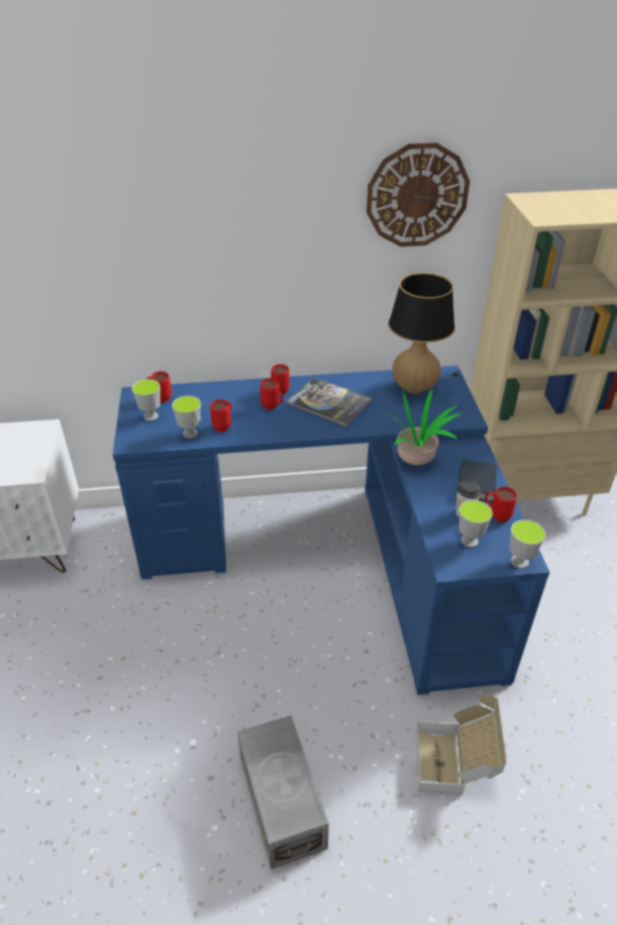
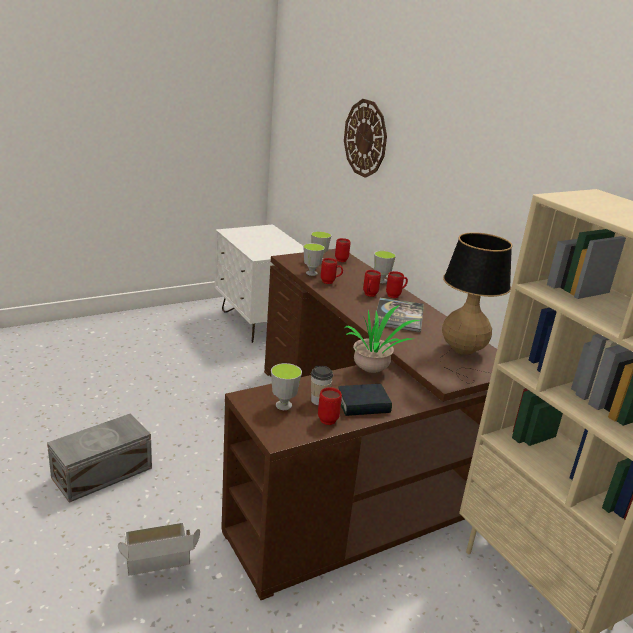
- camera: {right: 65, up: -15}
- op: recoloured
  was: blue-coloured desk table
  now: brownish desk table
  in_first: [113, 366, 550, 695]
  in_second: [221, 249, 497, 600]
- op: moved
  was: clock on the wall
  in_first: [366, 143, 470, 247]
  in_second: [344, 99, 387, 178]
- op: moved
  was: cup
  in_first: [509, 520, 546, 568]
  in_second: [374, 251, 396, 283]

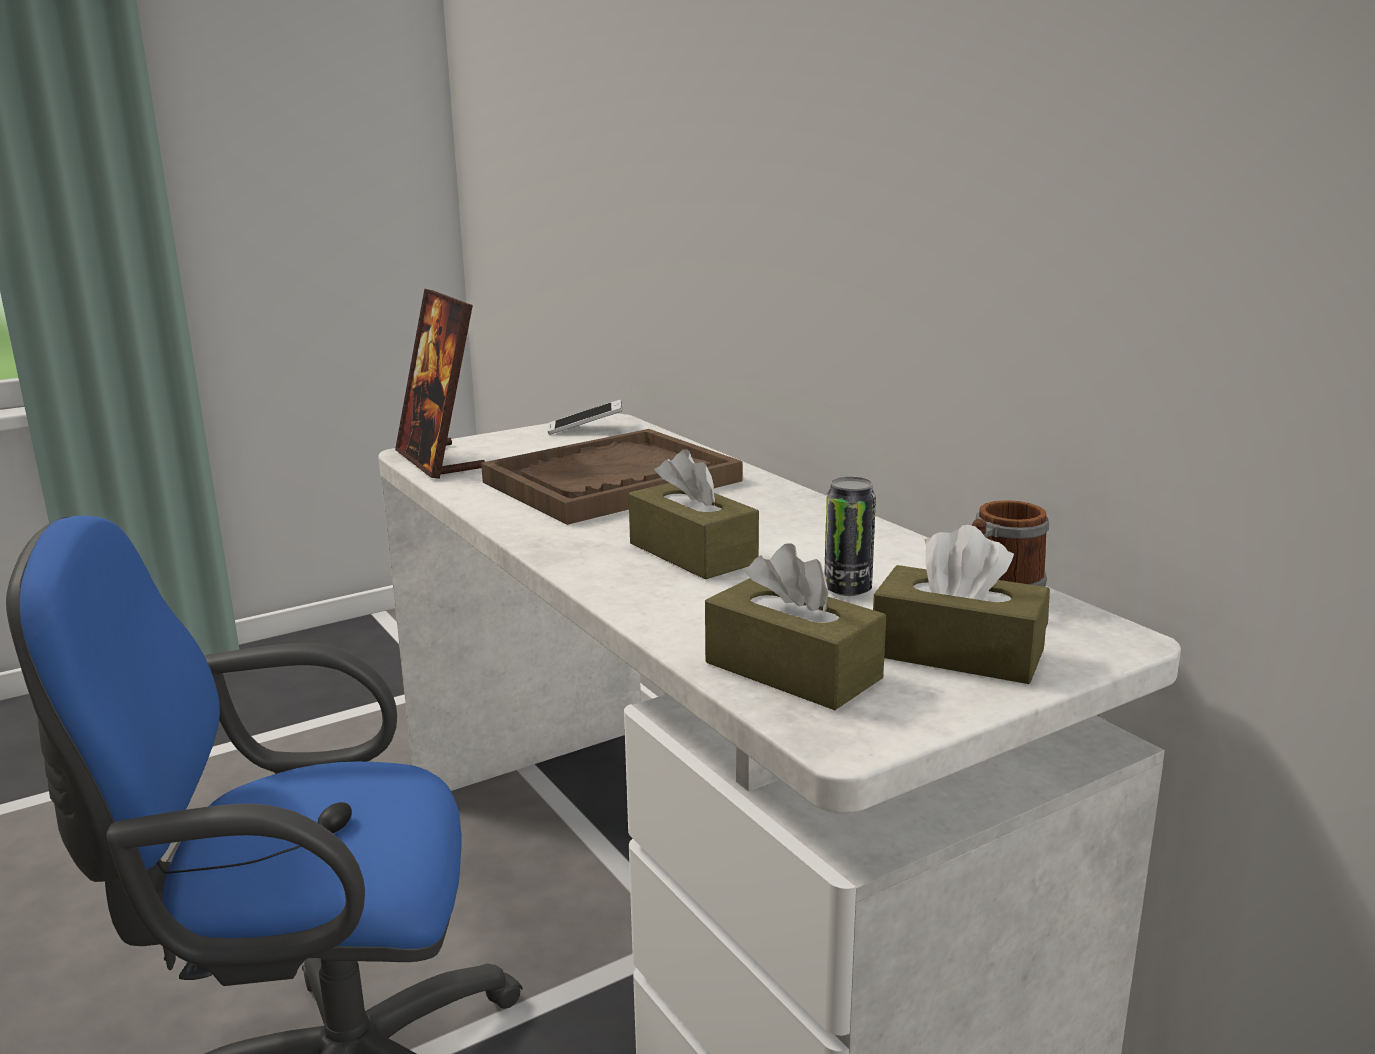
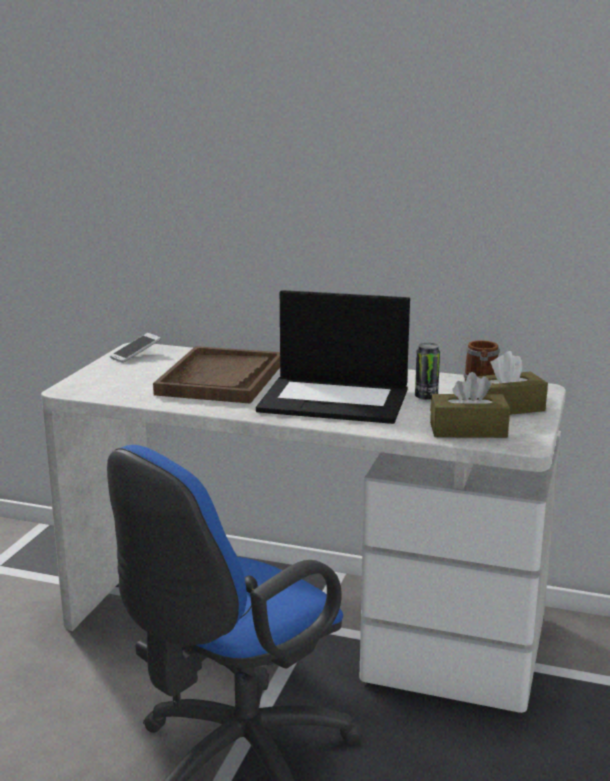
- camera: {right: -40, up: 0}
- op: replaced
  was: brownish tissue holder
  now: notebook computer
  in_first: [629, 449, 759, 580]
  in_second: [256, 290, 410, 424]
- op: removed
  was: picture frame
  in_first: [395, 289, 485, 479]

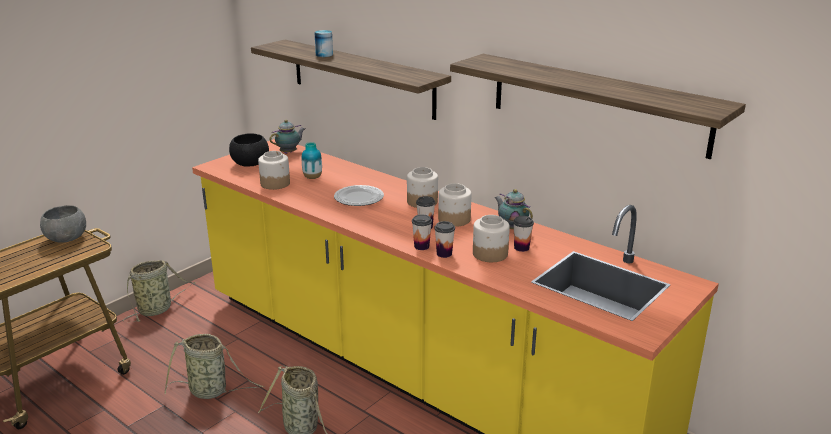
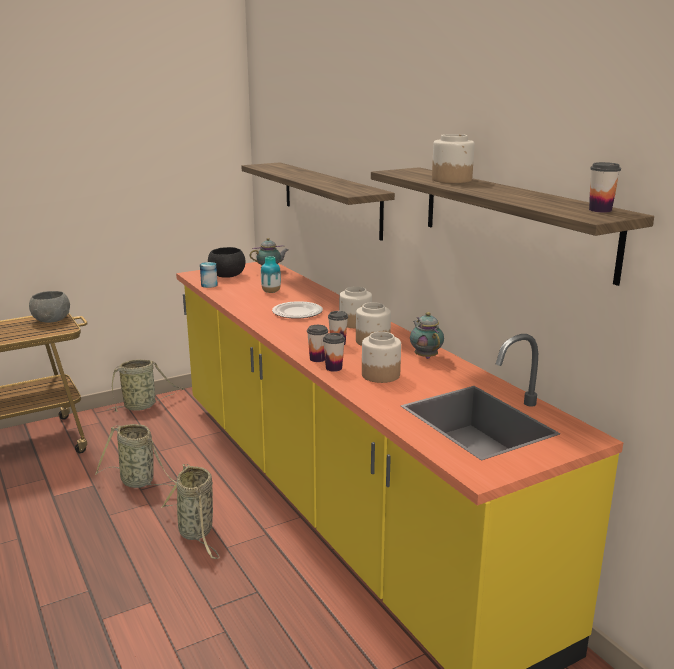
- camera: {right: 20, up: -5}
- op: moved
  was: can
  in_first: [314, 30, 333, 57]
  in_second: [200, 262, 218, 288]
- op: moved
  was: jar
  in_first: [258, 151, 290, 190]
  in_second: [432, 134, 474, 183]
- op: moved
  was: cup
  in_first: [513, 216, 534, 252]
  in_second: [589, 162, 621, 212]

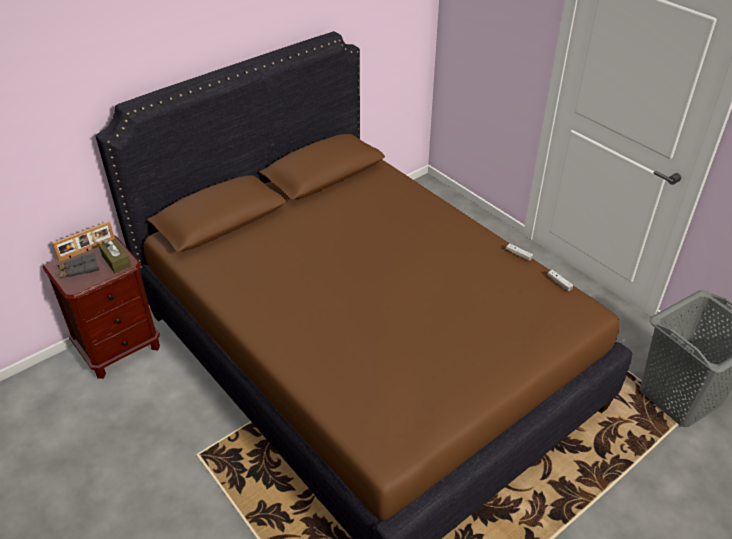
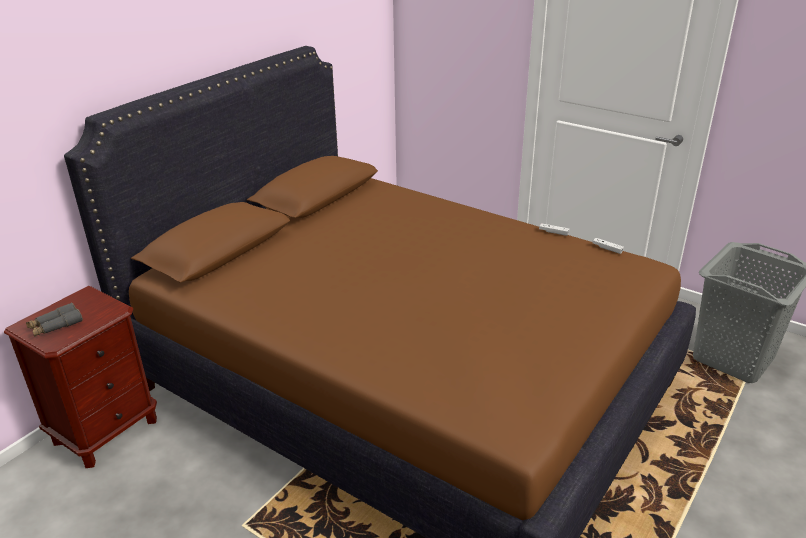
- camera: {right: -15, up: -10}
- op: removed
  was: picture frame
  in_first: [53, 221, 115, 262]
- op: removed
  was: brownish tissue holder
  in_first: [99, 239, 132, 273]

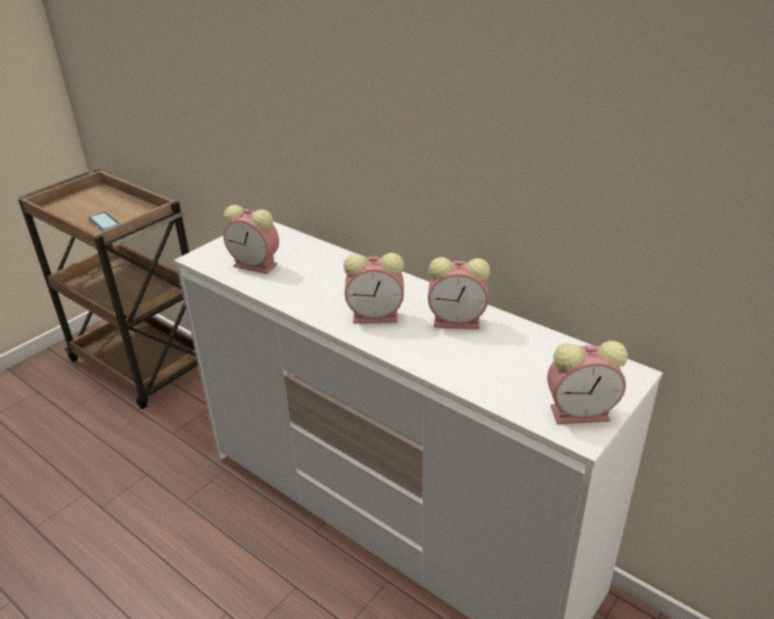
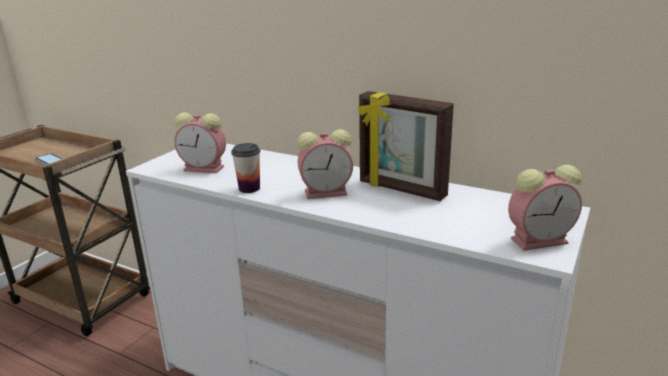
- camera: {right: -10, up: -10}
- op: added
  now: cup
  in_second: [231, 143, 260, 193]
- op: replaced
  was: alarm clock
  now: picture frame
  in_first: [428, 257, 490, 329]
  in_second: [358, 91, 454, 201]

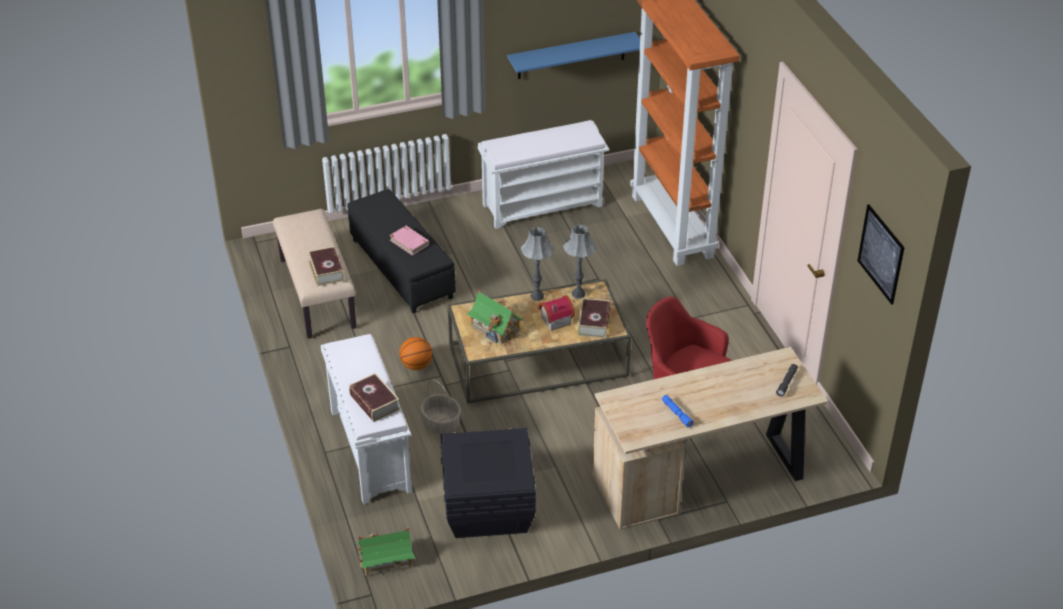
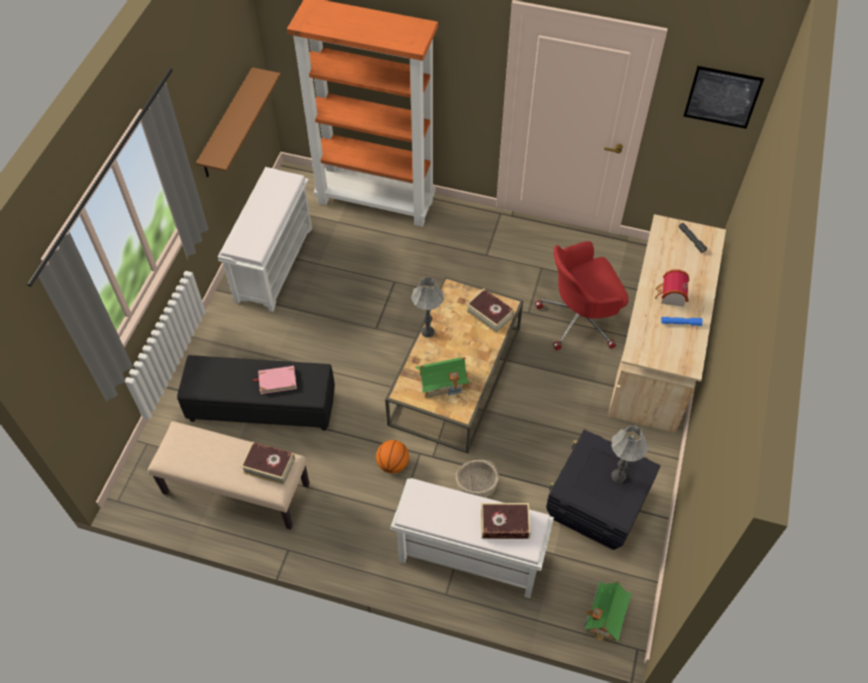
- camera: {right: -55, up: 15}
- op: recoloured
  was: blue-coloured bracket shelf
  now: brownish bracket shelf
  in_first: [507, 32, 640, 79]
  in_second: [196, 67, 281, 177]
- op: moved
  was: gray tabletop lamp
  in_first: [563, 225, 596, 299]
  in_second: [611, 425, 649, 483]
- op: moved
  was: toy house
  in_first: [538, 295, 575, 331]
  in_second: [655, 269, 689, 307]

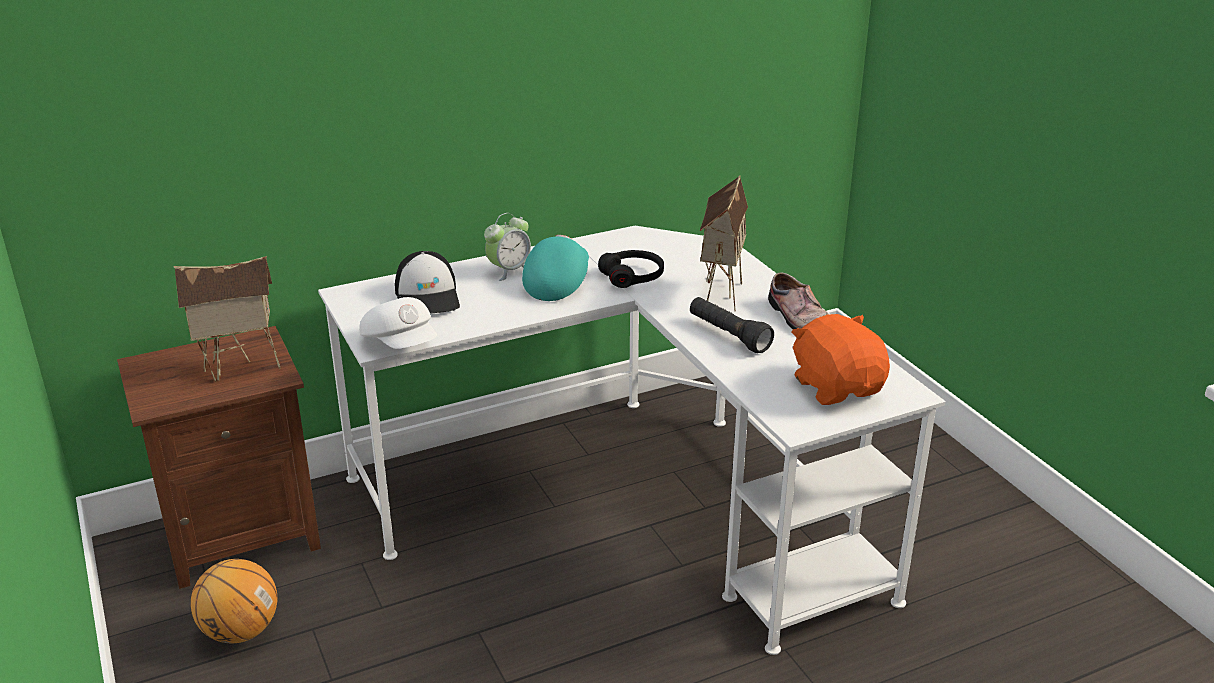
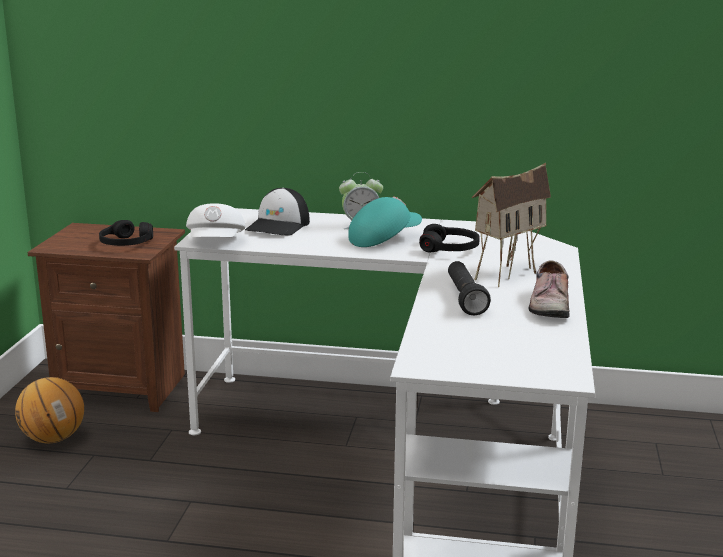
- camera: {right: 35, up: -10}
- op: replaced
  was: toy house
  now: blackish headset
  in_first: [174, 256, 281, 382]
  in_second: [99, 220, 153, 246]
- op: removed
  was: orange soft toy
  in_first: [791, 314, 890, 405]

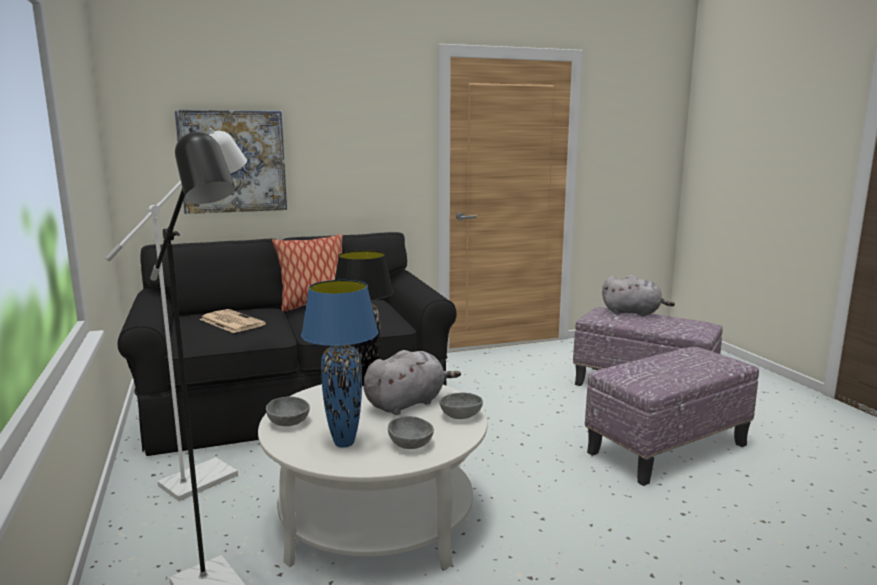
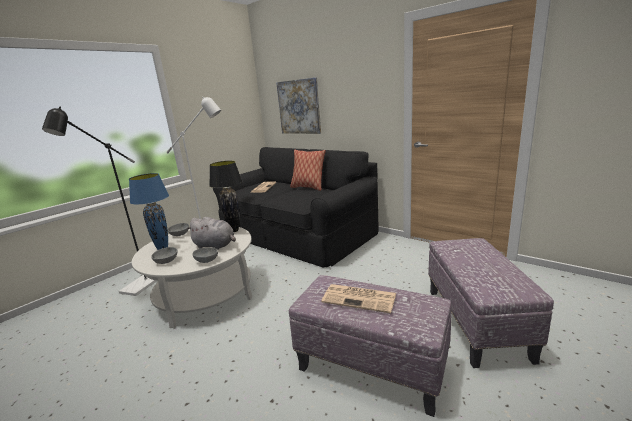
- camera: {right: 60, up: 5}
- op: added
  now: daily paper
  in_second: [321, 284, 396, 313]
- op: removed
  was: gray soft toy
  in_first: [602, 275, 675, 317]

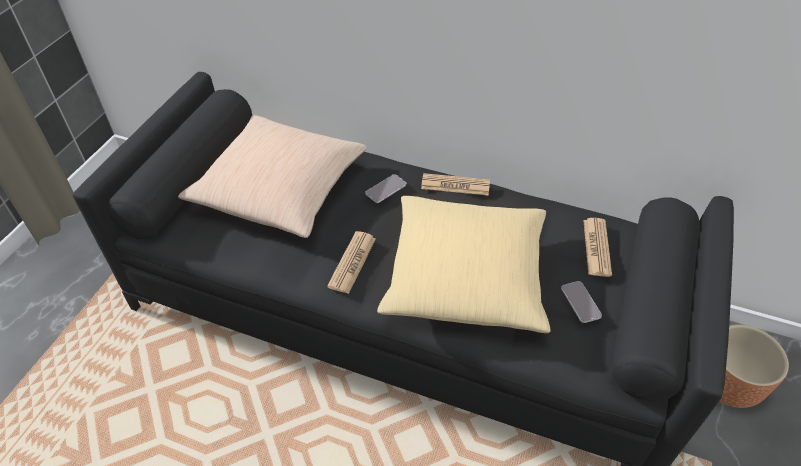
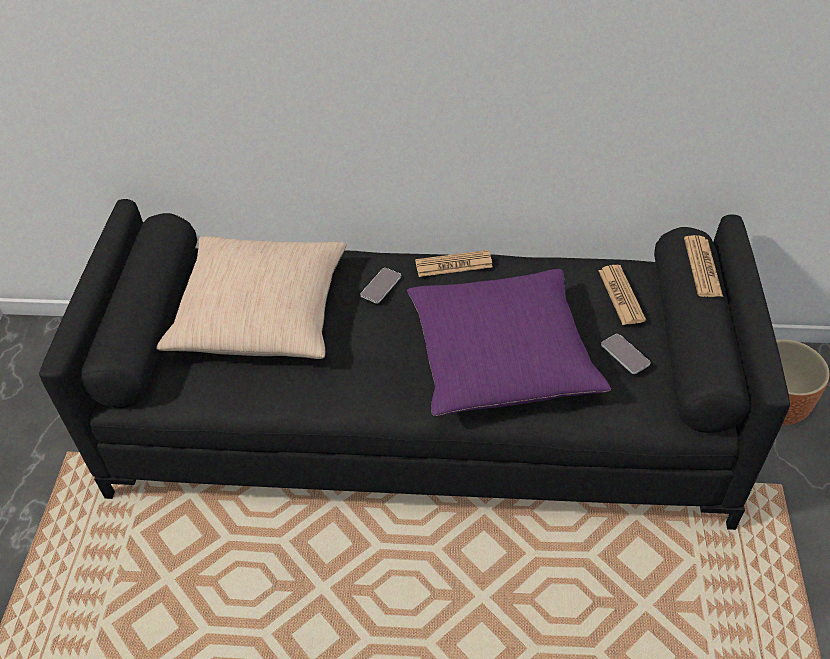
- camera: {right: -15, up: 0}
- op: recoloured
  was: sand-coloured pillow
  now: purple-coloured pillow
  in_first: [377, 196, 551, 333]
  in_second: [407, 269, 611, 416]
- op: moved
  was: daily paper
  in_first: [327, 231, 376, 294]
  in_second: [684, 235, 723, 297]

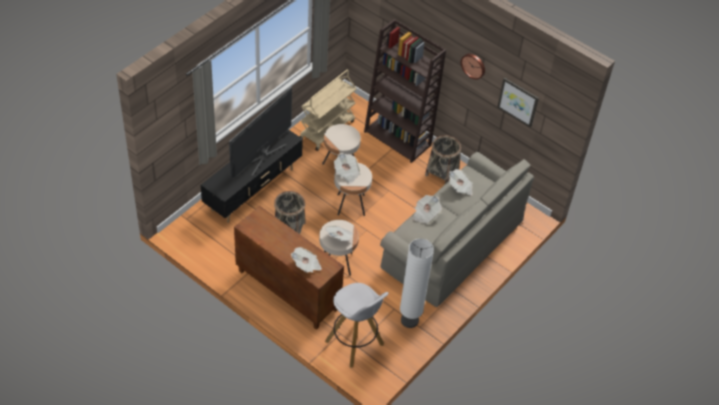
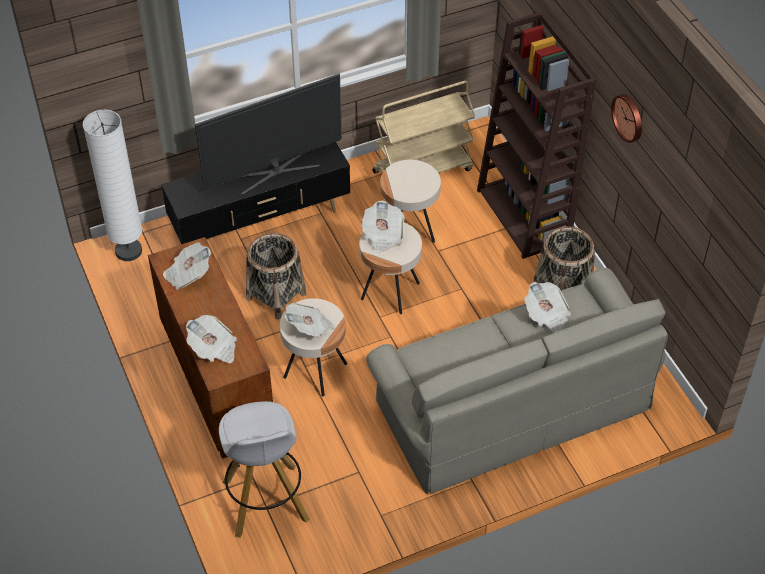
- camera: {right: 30, up: 0}
- op: moved
  was: white-coloured floor lamp
  in_first: [400, 238, 434, 328]
  in_second: [83, 110, 142, 261]
- op: moved
  was: daily paper
  in_first: [412, 195, 442, 225]
  in_second: [163, 243, 211, 290]
- op: removed
  was: picture
  in_first: [497, 78, 539, 128]

